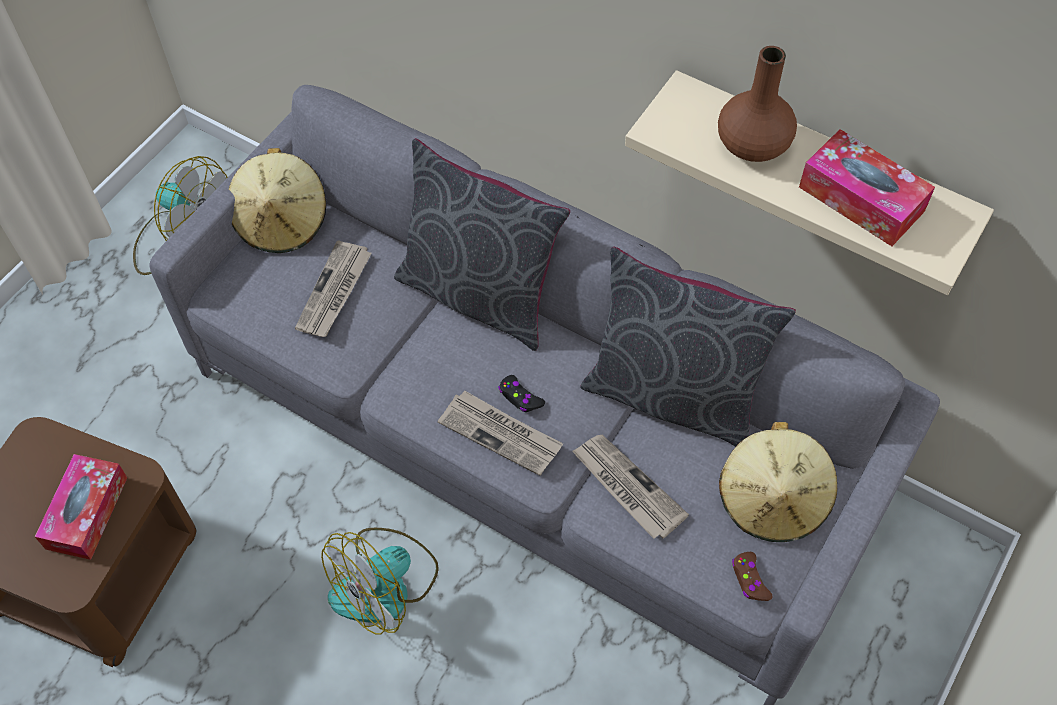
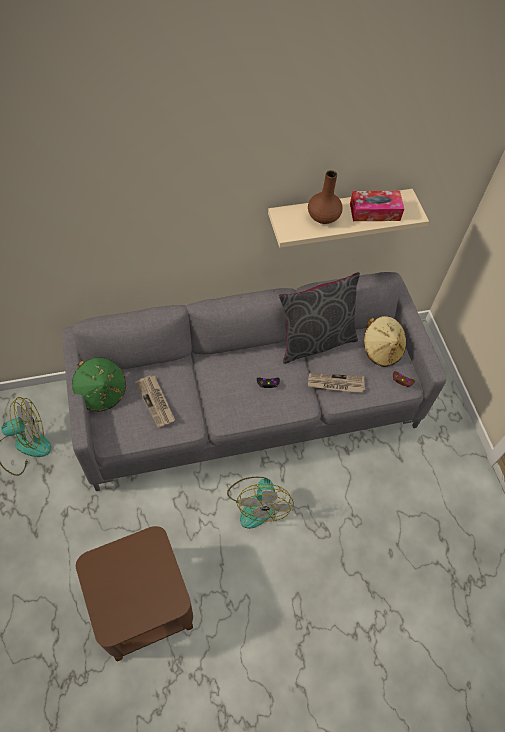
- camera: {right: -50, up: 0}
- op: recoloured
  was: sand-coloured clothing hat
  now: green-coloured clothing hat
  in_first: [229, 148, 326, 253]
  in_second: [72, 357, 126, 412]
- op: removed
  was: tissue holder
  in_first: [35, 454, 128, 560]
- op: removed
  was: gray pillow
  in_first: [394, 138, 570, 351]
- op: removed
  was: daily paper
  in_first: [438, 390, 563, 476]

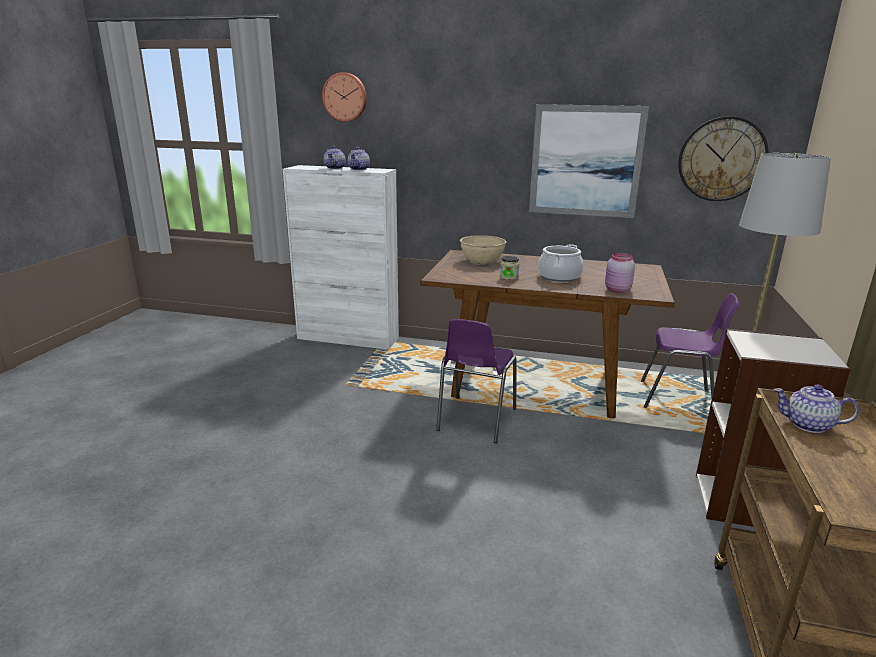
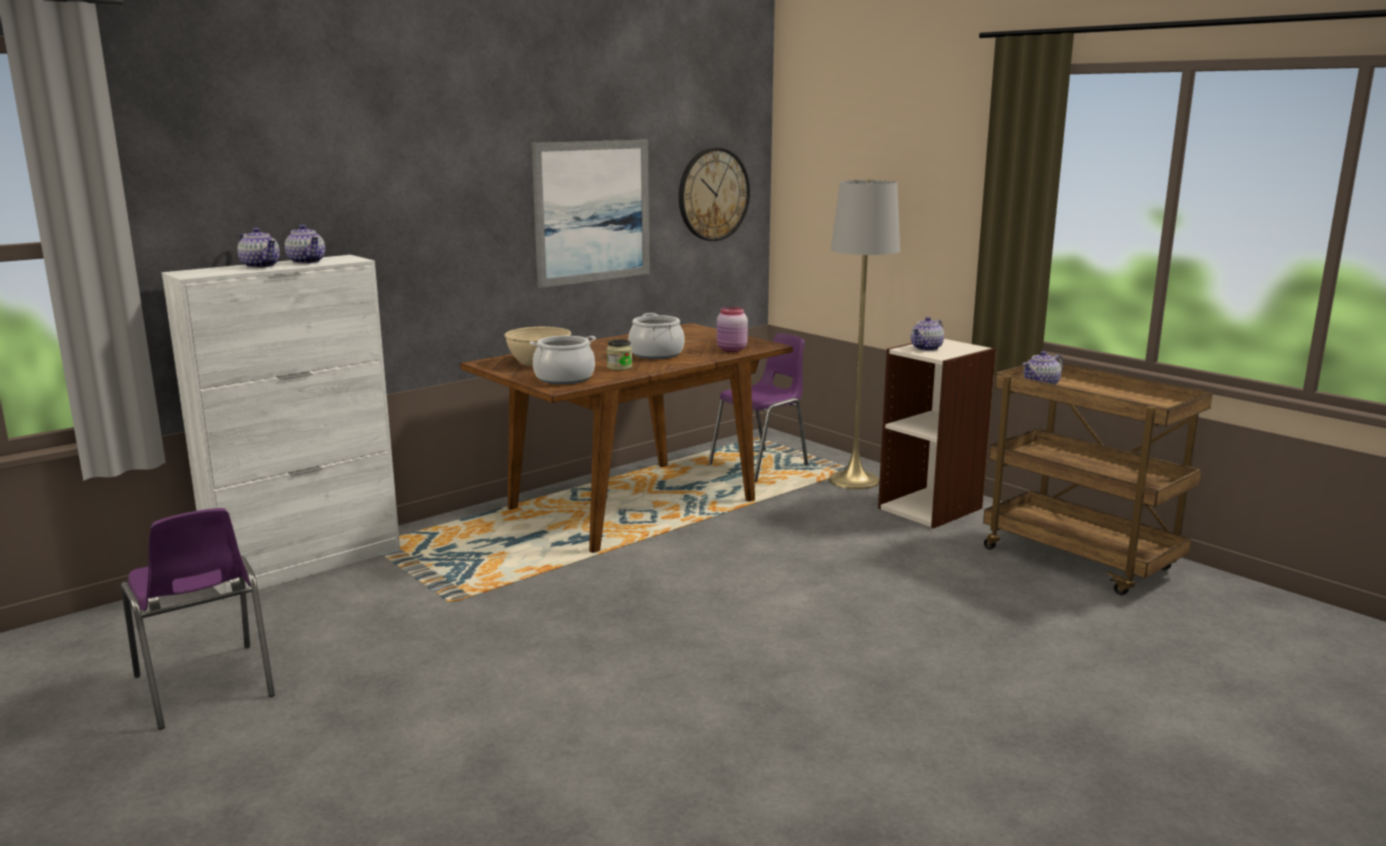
- camera: {right: -55, up: -5}
- op: moved
  was: purple-coloured chair
  in_first: [436, 319, 517, 443]
  in_second: [121, 508, 275, 730]
- op: added
  now: saucepot
  in_second: [529, 336, 596, 384]
- op: added
  now: pot for tea
  in_second: [911, 317, 944, 351]
- op: removed
  was: clock on the wall
  in_first: [322, 72, 367, 122]

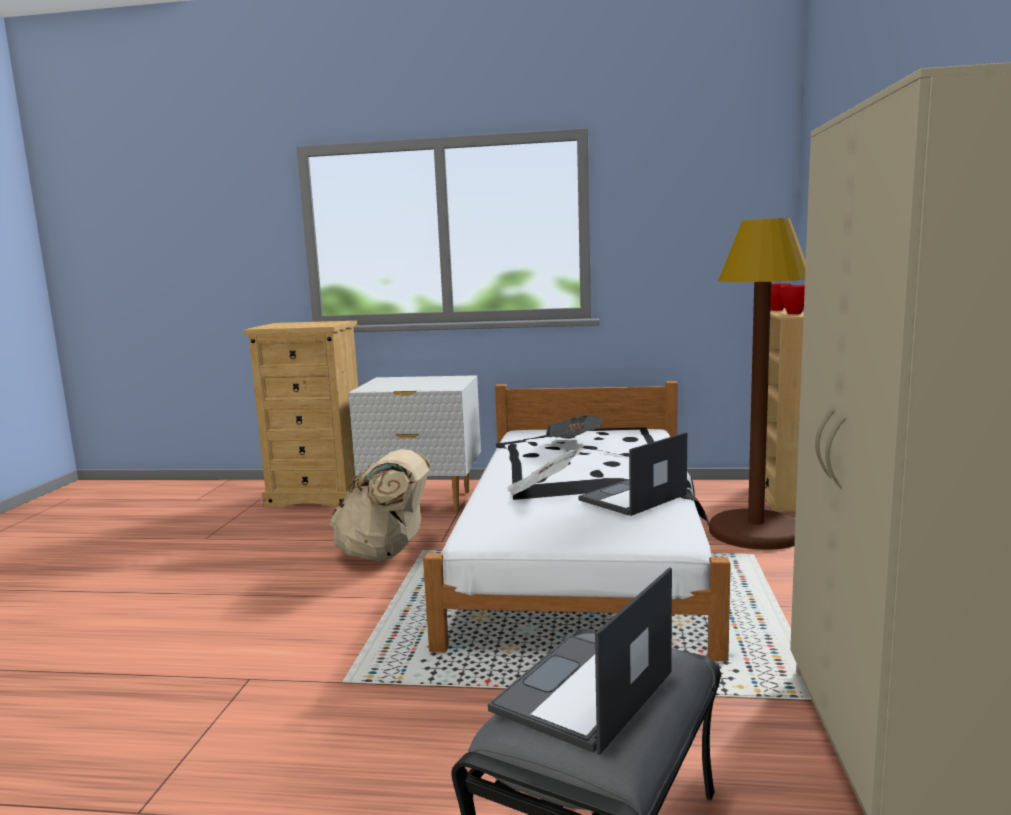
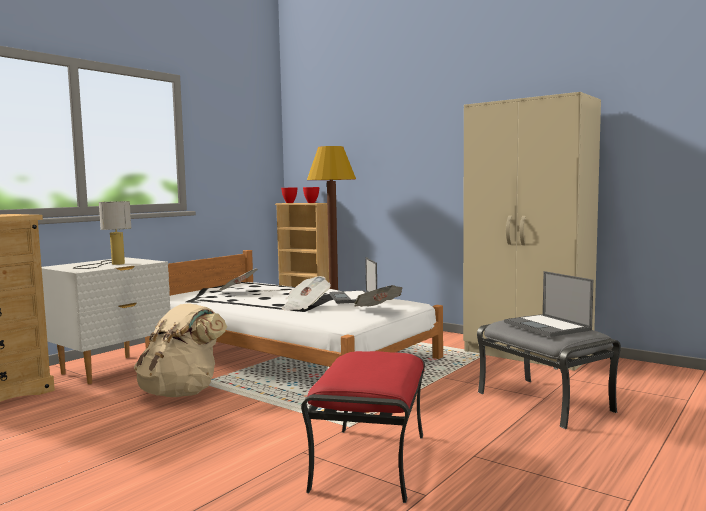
- camera: {right: -60, up: -5}
- op: added
  now: tabletop lamp
  in_second: [73, 201, 131, 269]
- op: added
  now: red-coloured footrest
  in_second: [301, 351, 425, 503]
- op: added
  now: daily paper
  in_second: [354, 285, 402, 307]

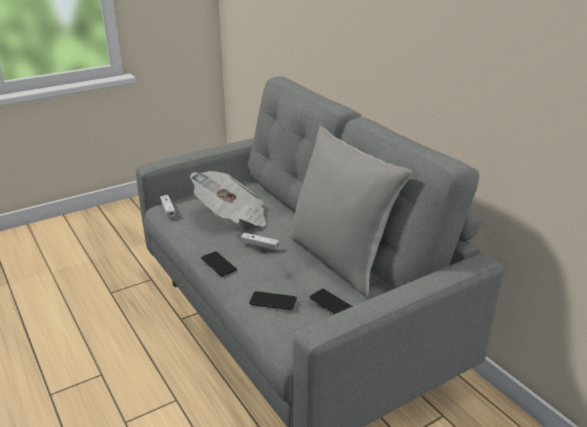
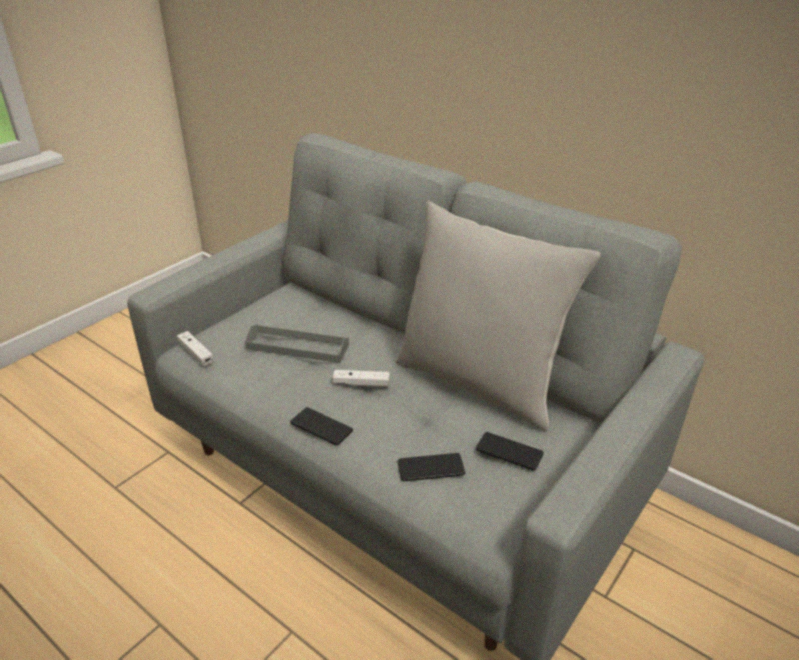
- camera: {right: -20, up: 5}
- op: replaced
  was: daily paper
  now: gray carrying tray
  in_first: [190, 171, 267, 227]
  in_second: [245, 324, 349, 363]

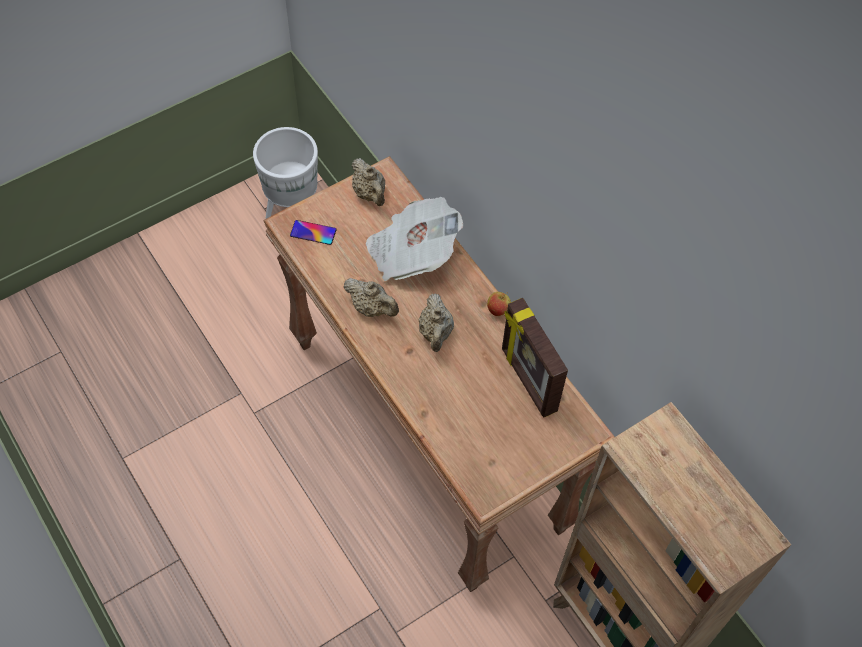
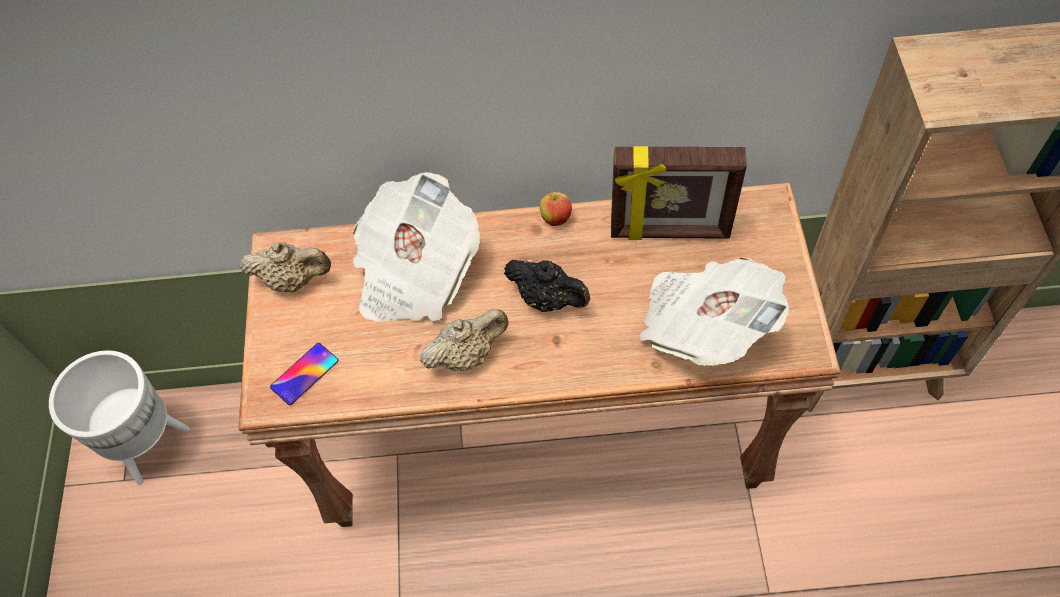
- camera: {right: -55, up: 0}
- op: recoloured
  was: sand-coloured pot for tea
  now: blackish pot for tea
  in_first: [418, 294, 454, 352]
  in_second: [504, 260, 590, 312]
- op: added
  now: daily paper
  in_second: [639, 258, 789, 366]

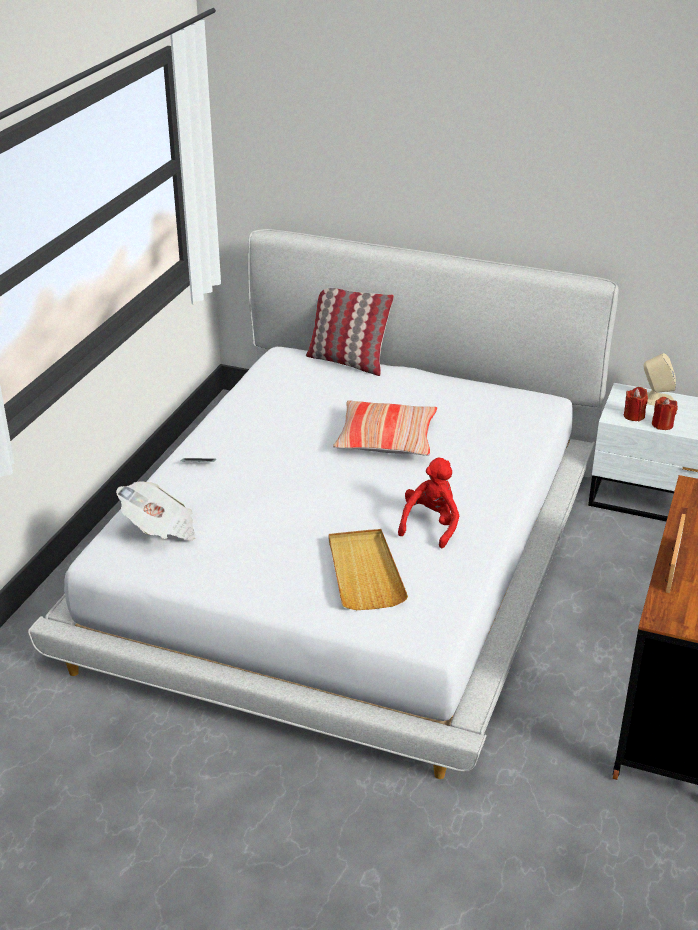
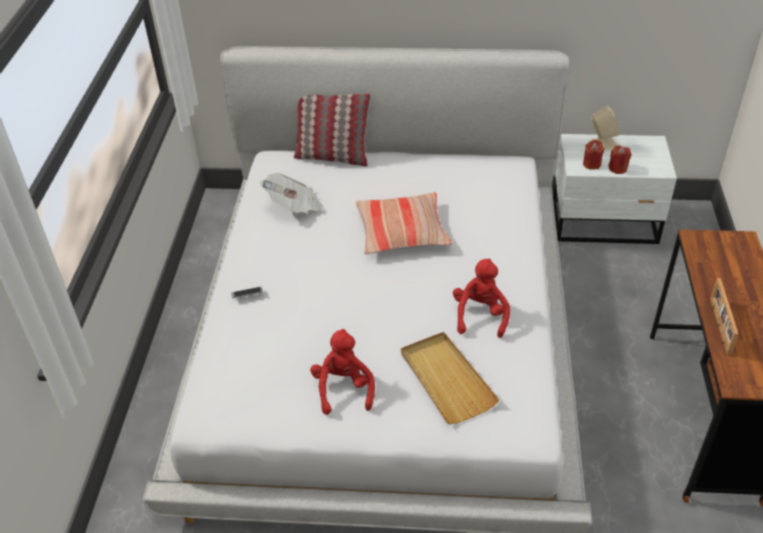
- camera: {right: -15, up: 10}
- op: moved
  was: daily paper
  in_first: [116, 482, 195, 540]
  in_second: [260, 173, 325, 214]
- op: added
  now: red-coloured soft toy
  in_second: [310, 329, 375, 415]

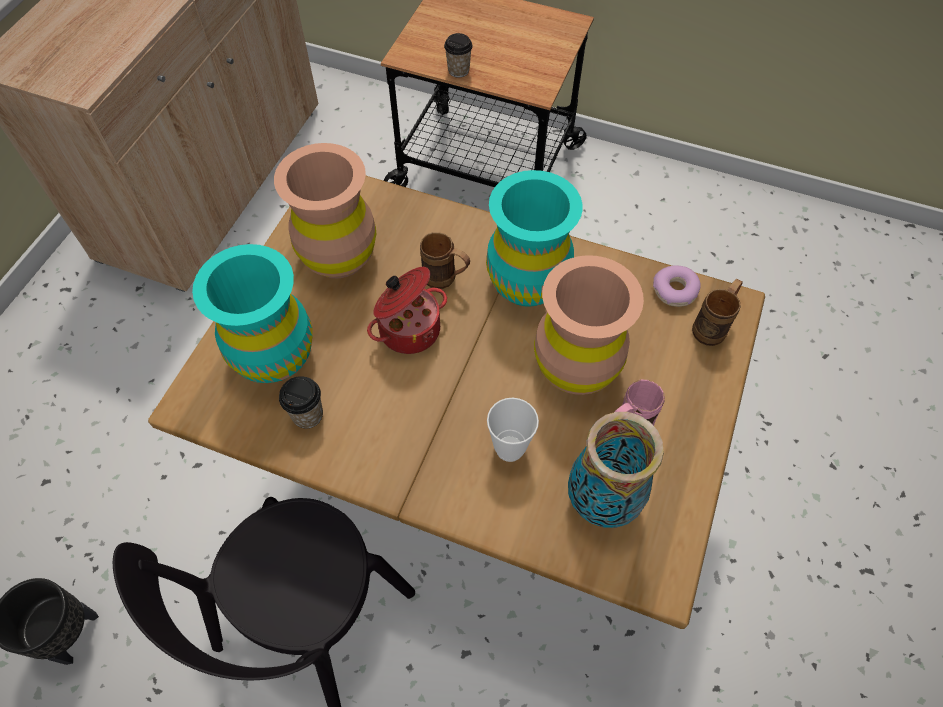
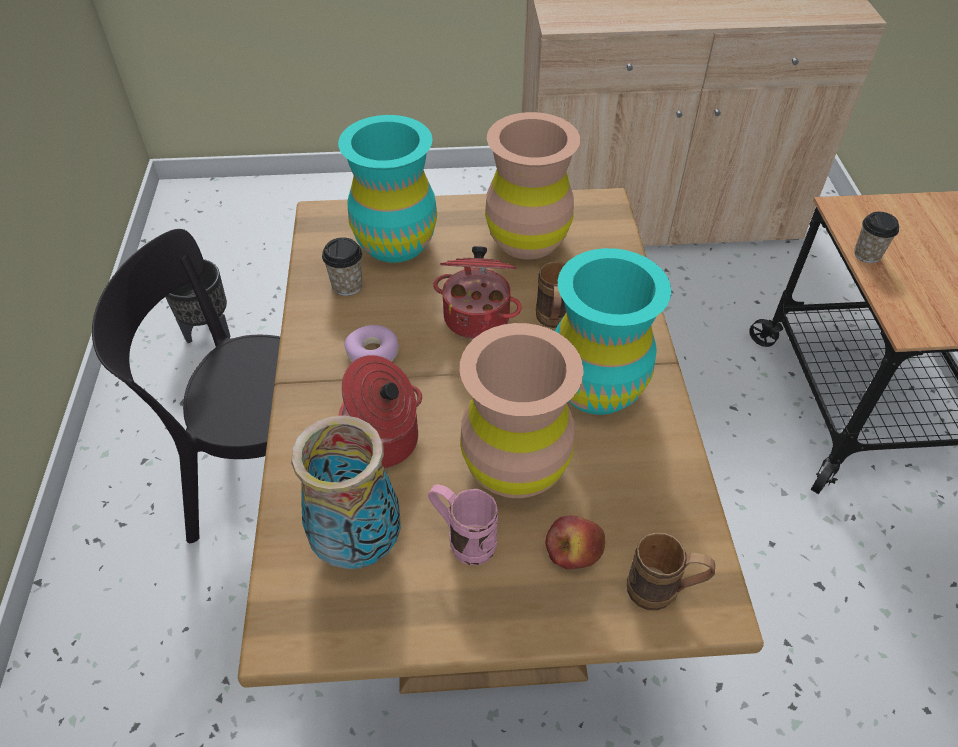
- camera: {right: 65, up: -10}
- op: replaced
  was: cup
  now: saucepot
  in_first: [487, 398, 539, 462]
  in_second: [338, 355, 422, 468]
- op: moved
  was: doughnut
  in_first: [653, 265, 701, 307]
  in_second: [344, 325, 399, 362]
- op: added
  now: apple
  in_second: [545, 515, 605, 569]

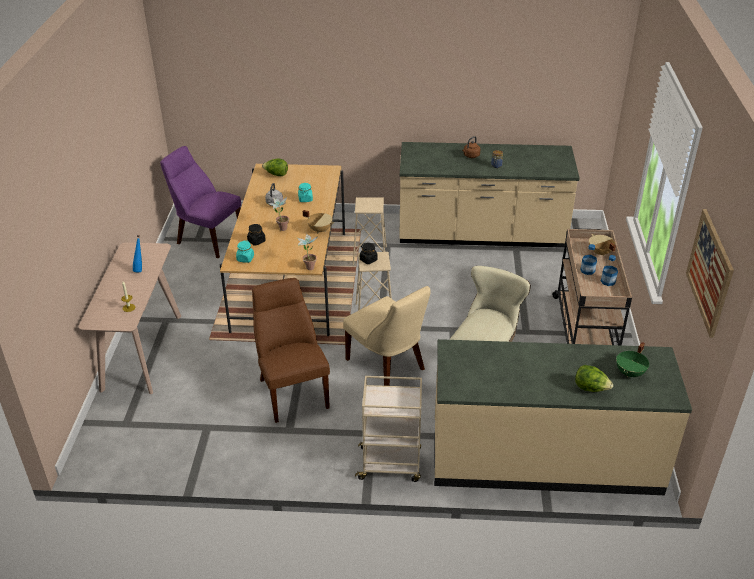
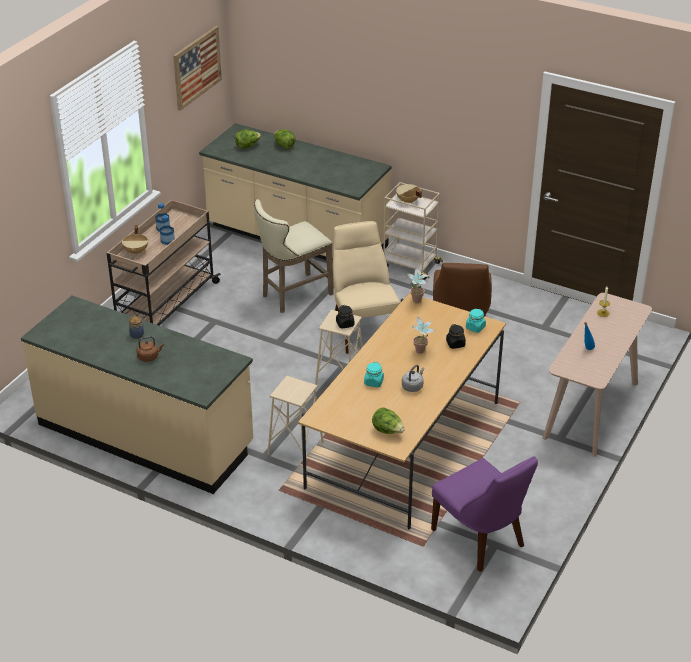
- camera: {right: -155, up: 0}
- op: replaced
  was: green-coloured saucepot
  now: lettuce head
  in_first: [616, 342, 649, 378]
  in_second: [235, 129, 261, 149]
- op: moved
  was: sand-coloured saucepot
  in_first: [303, 210, 334, 233]
  in_second: [396, 184, 422, 203]

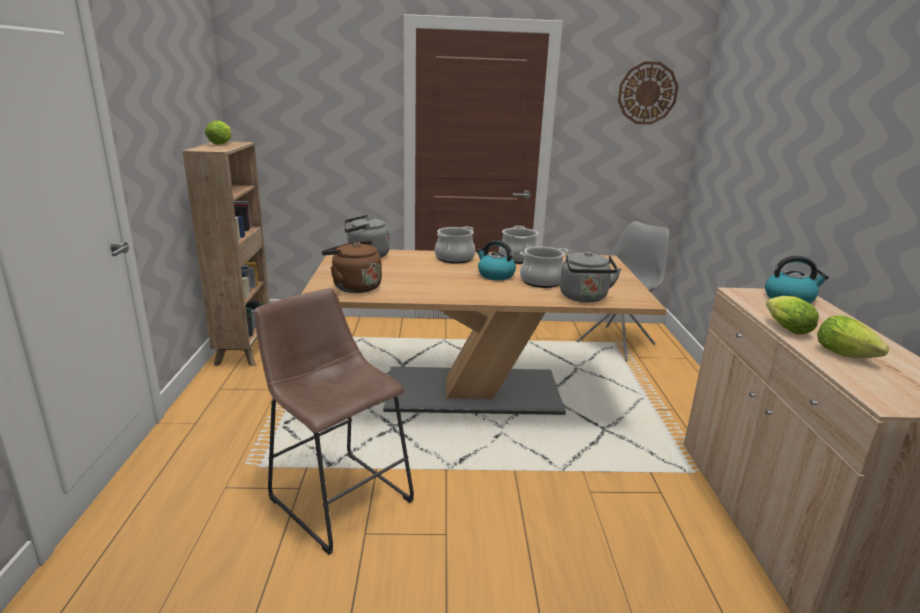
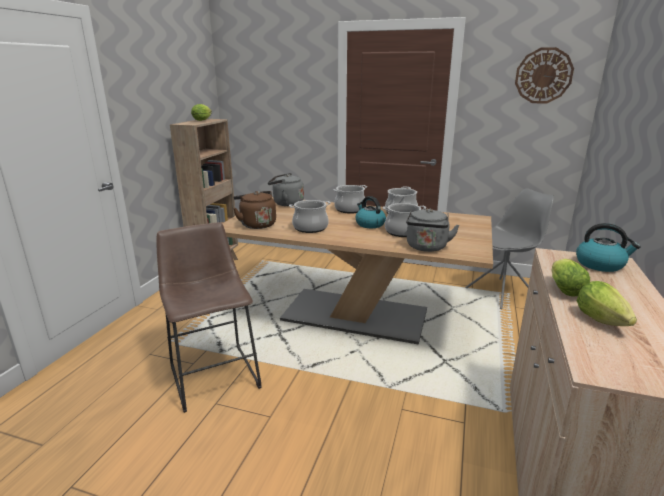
- camera: {right: 20, up: 0}
- op: added
  now: saucepot
  in_second: [289, 200, 331, 233]

